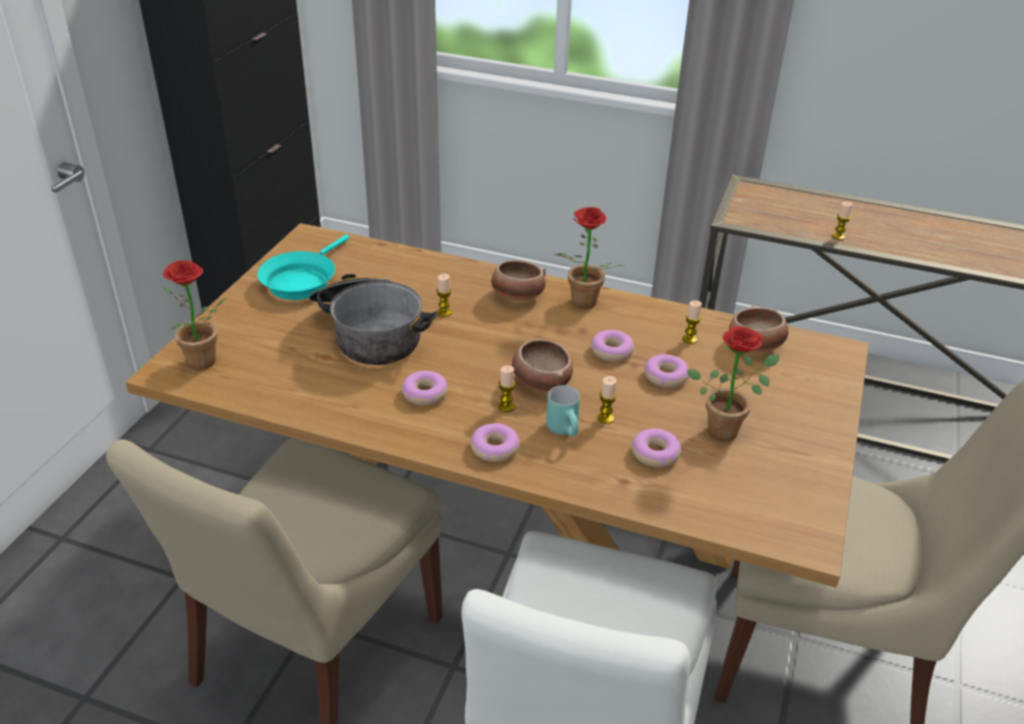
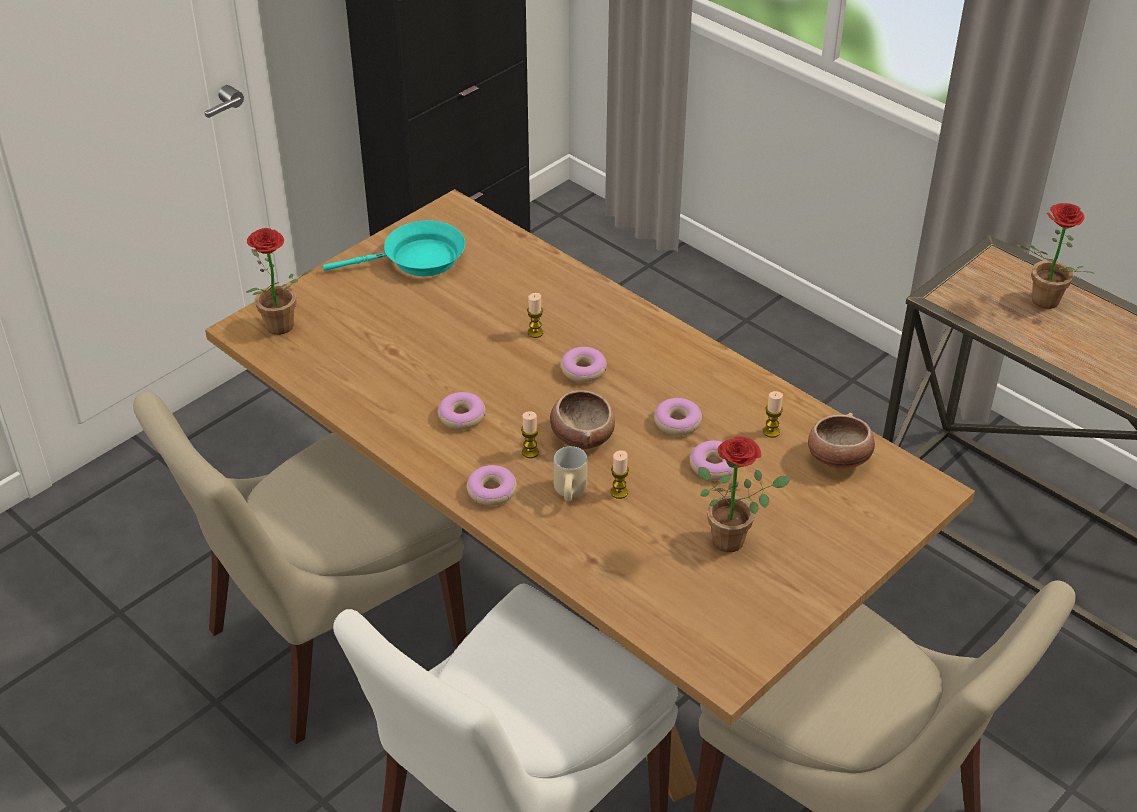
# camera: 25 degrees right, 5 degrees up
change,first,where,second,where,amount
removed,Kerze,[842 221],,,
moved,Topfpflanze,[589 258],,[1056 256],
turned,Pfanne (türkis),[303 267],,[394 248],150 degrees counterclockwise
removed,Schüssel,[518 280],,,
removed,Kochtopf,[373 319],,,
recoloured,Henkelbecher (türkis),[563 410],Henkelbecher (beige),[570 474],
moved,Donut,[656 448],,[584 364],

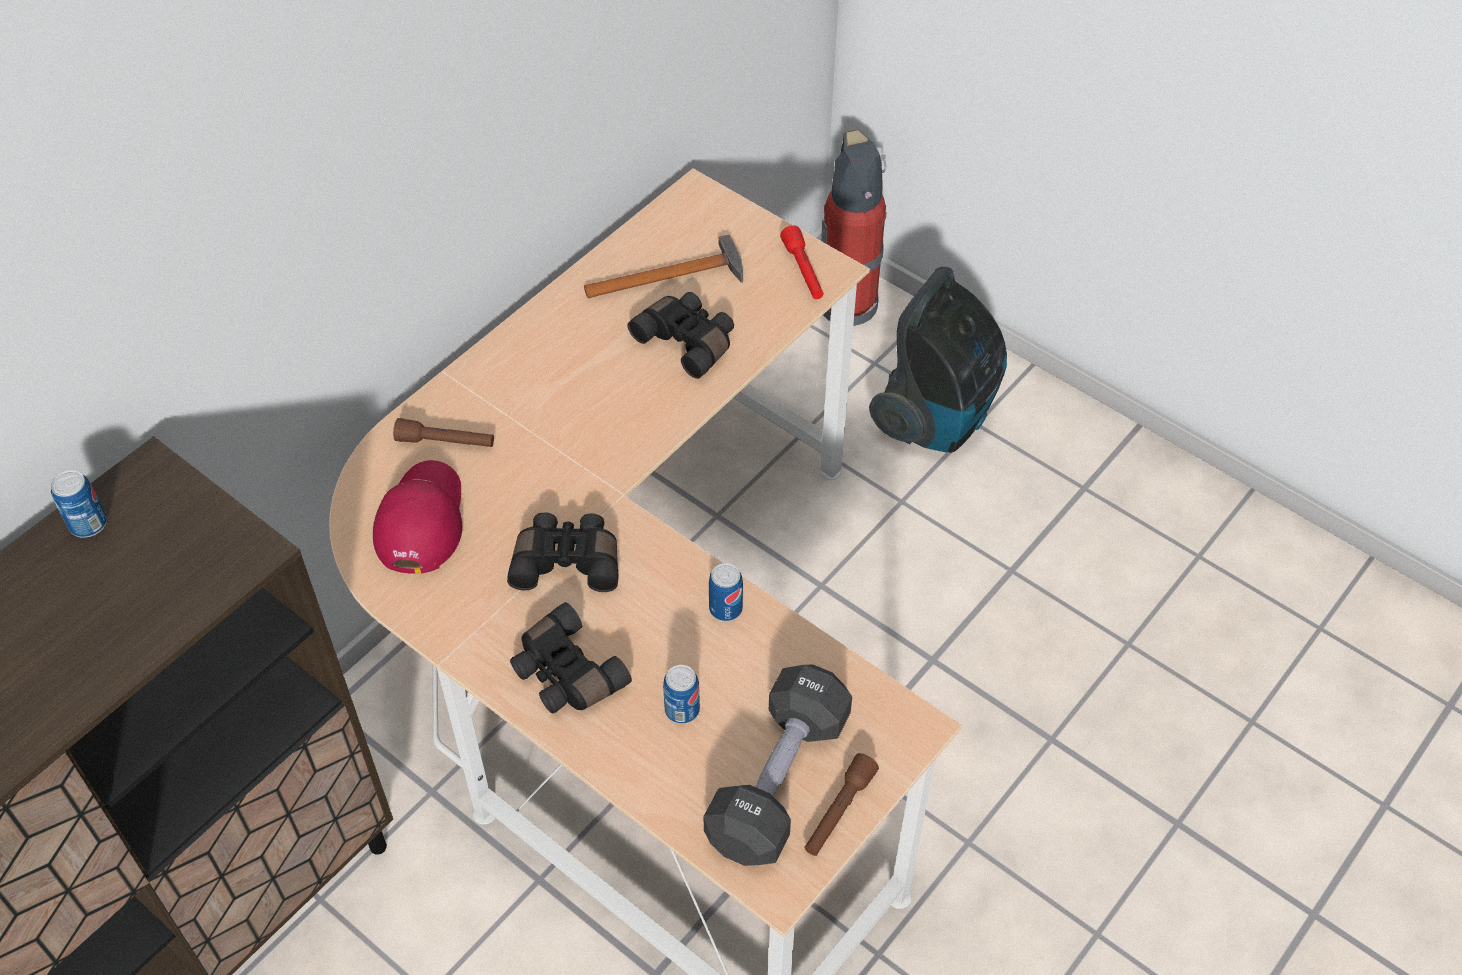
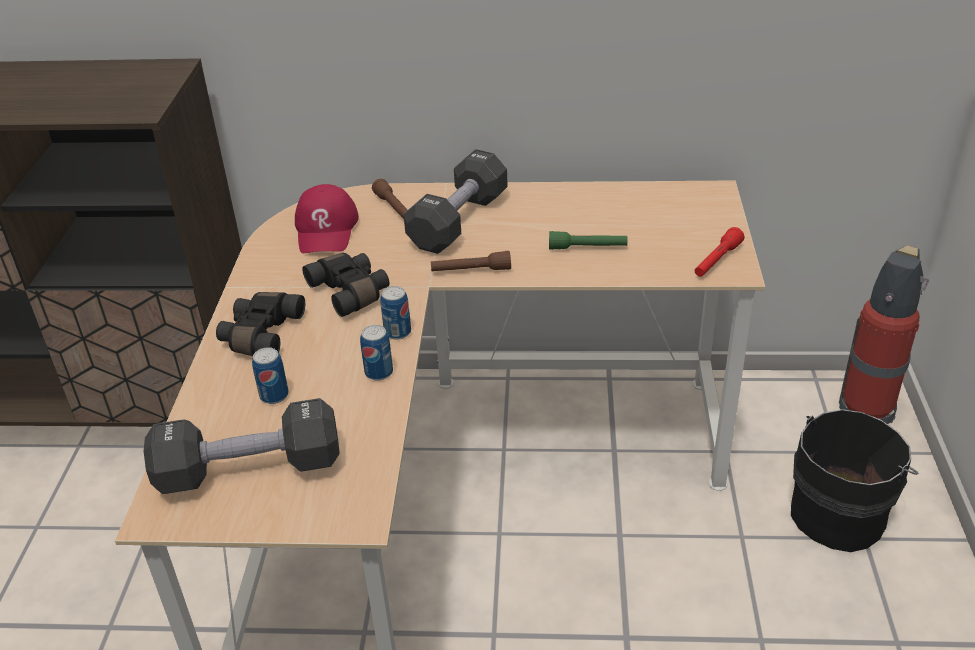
# camera: 55 degrees right, 15 degrees down
change,first,where,second,where,amount
removed,Hammer,[663 266],,,
replaced,Staubsauger,[938 360],Eimer (schwarz),[854 480],
replaced,Fernglas (schwarz),[680 335],Taschenlampe (grün),[588 240],
turned,Kappe (rot),[417 517],,[327 218],120 degrees clockwise
moved,Dose,[79 504],,[395 313],
moved,Taschenlampe (braun),[841 804],,[471 261],
added,,,Hantel (schwarz),[455 201],

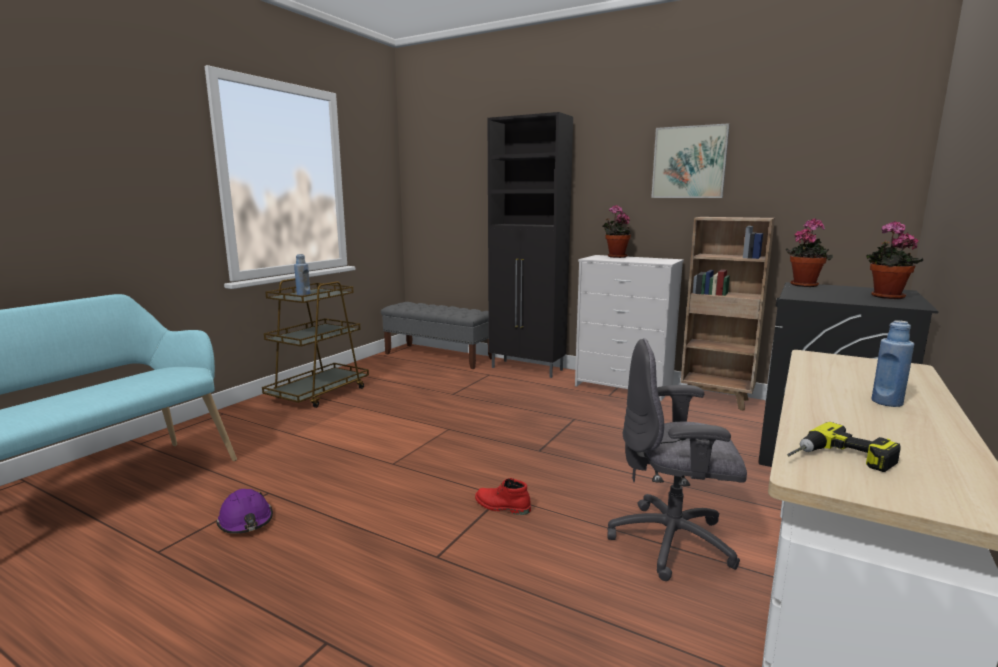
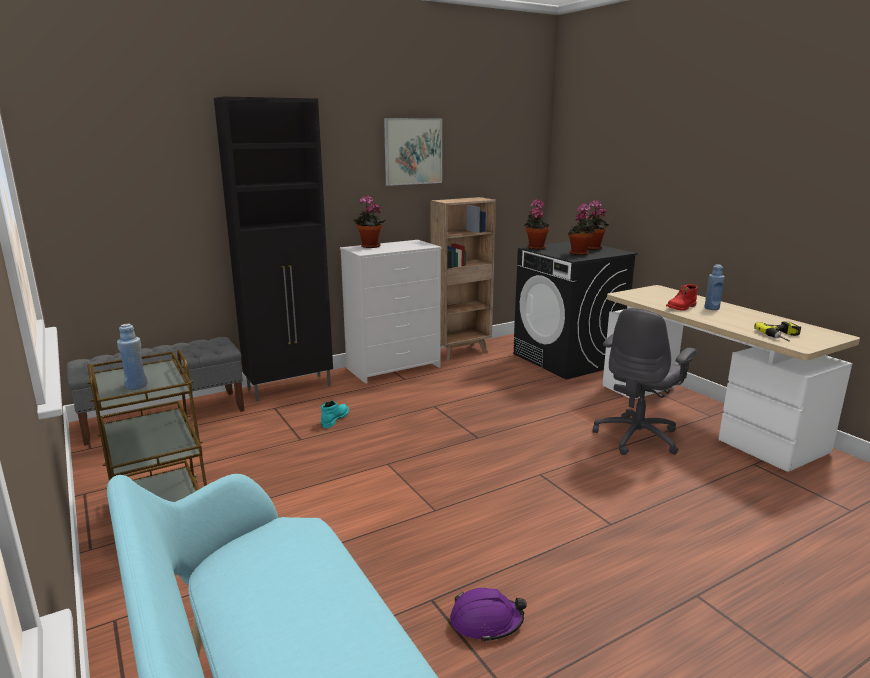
# camera: 60 degrees left, 5 degrees up
change,first,where,second,where,amount
moved,Stiefel (rot),[503 496],,[682 297],
added,,,Topfpflanze,[582 229],
added,,,Stiefel (türkis),[335 414],

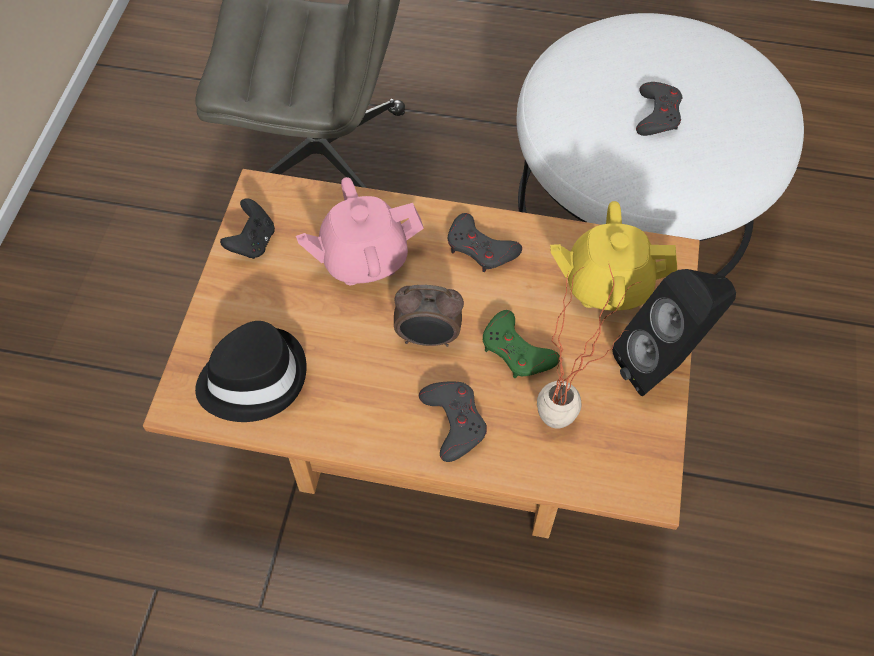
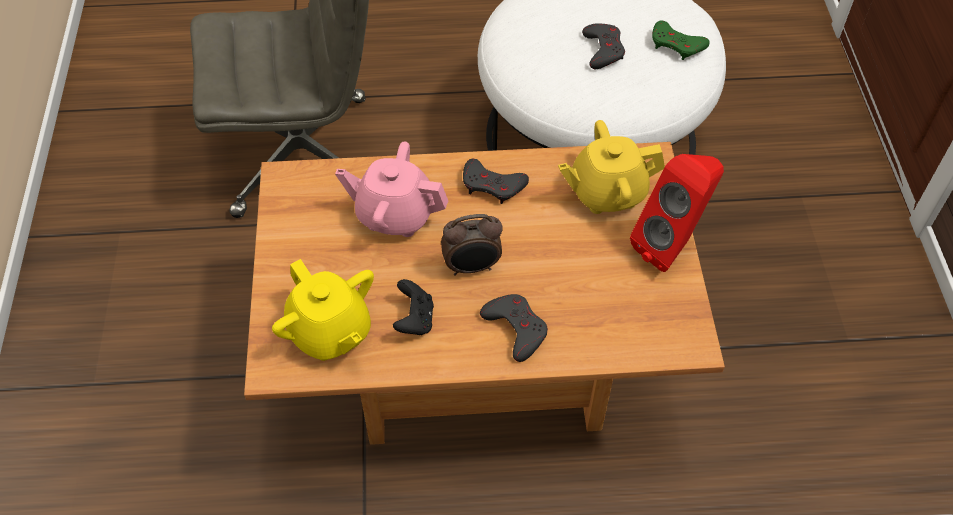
# camera: 15 degrees left, 5 degrees down
change,first,where,second,where,amount
turned,Teekanne (rosa),[360 231],,[391 189],45 degrees clockwise
moved,Gamepad (schwarz),[247 228],,[413 307],
removed,Topfpflanze,[588 345],,,
recoloured,Lautsprecher (schwarz),[674 332],Lautsprecher (rot),[677 213],
moved,Gamepad (grün),[521 344],,[681 40],
replaced,Hut (schwarz),[251 371],Teekanne (gelb),[323 310],

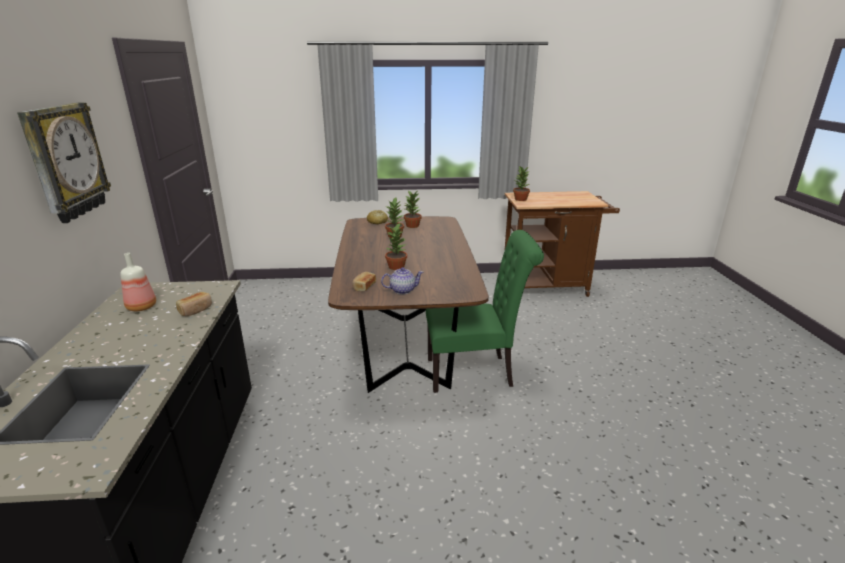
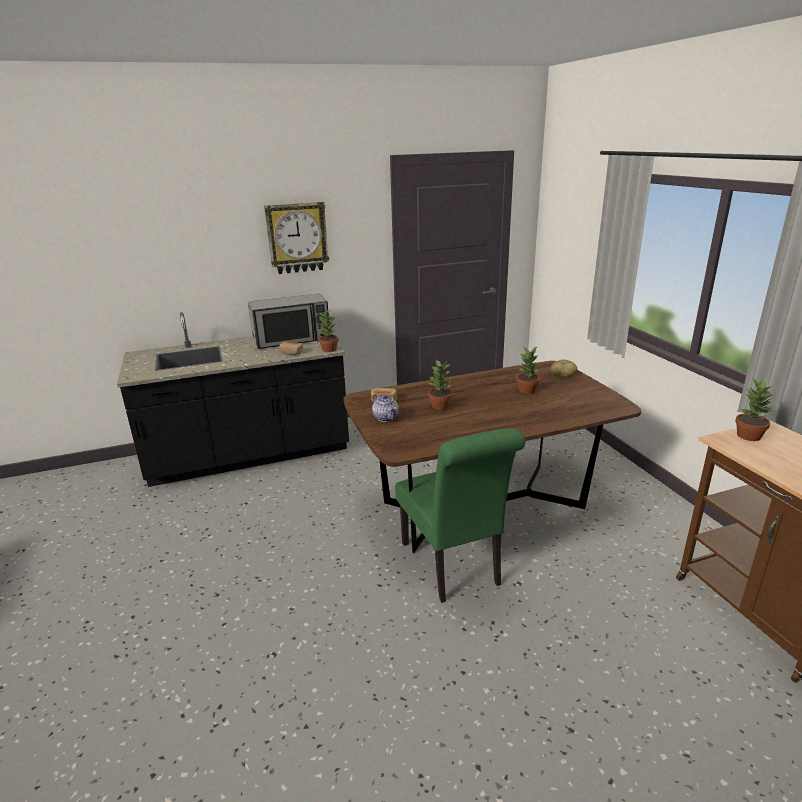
# camera: 75 degrees right, 0 degrees up
change,first,where,second,where,amount
moved,Topfpflanze,[413 209],,[328 331],
replaced,Flasche,[138 282],Mikrowelle,[289 321],

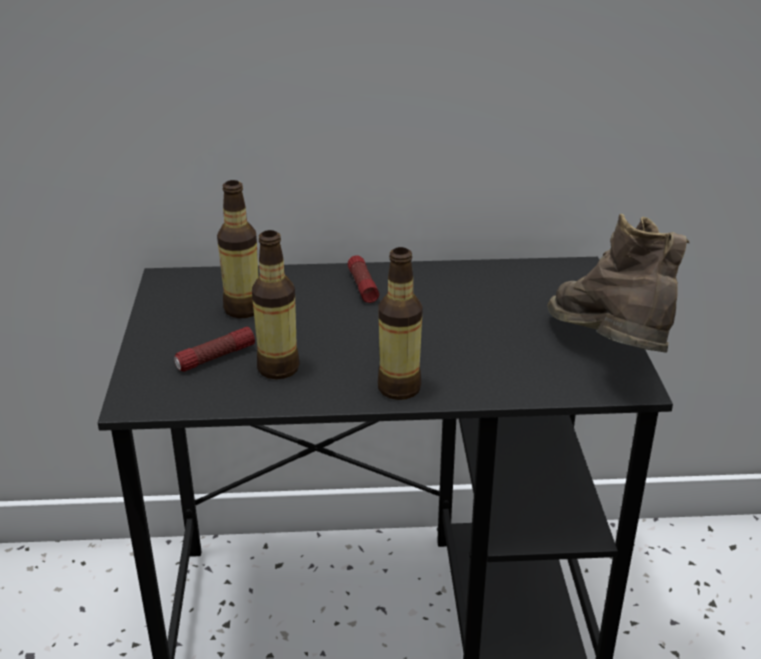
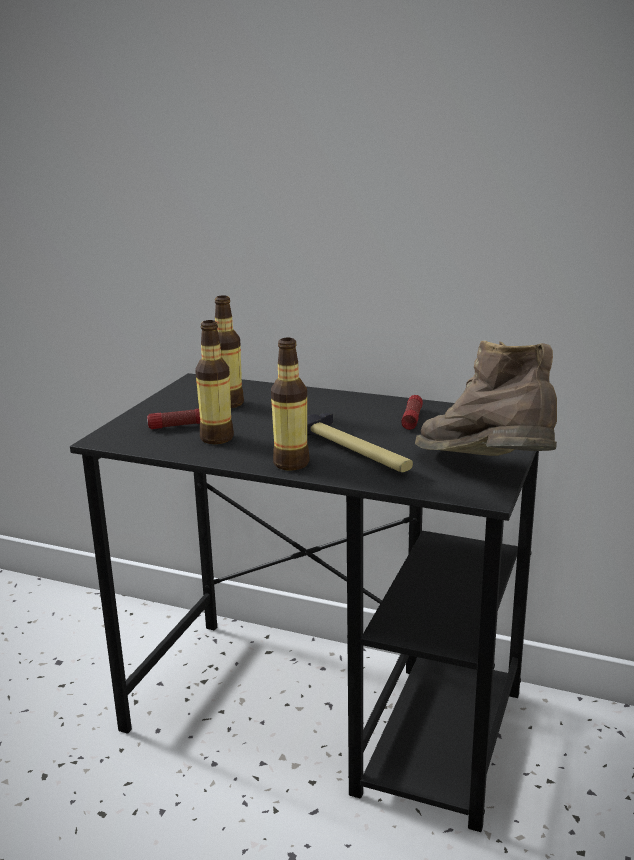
# camera: 25 degrees right, 10 degrees down
change,first,where,second,where,amount
turned,Stiefel (braun),[618 283],,[486 398],45 degrees counterclockwise
moved,Taschenlampe,[363 279],,[412 412],
added,,,Hammer,[360 442],

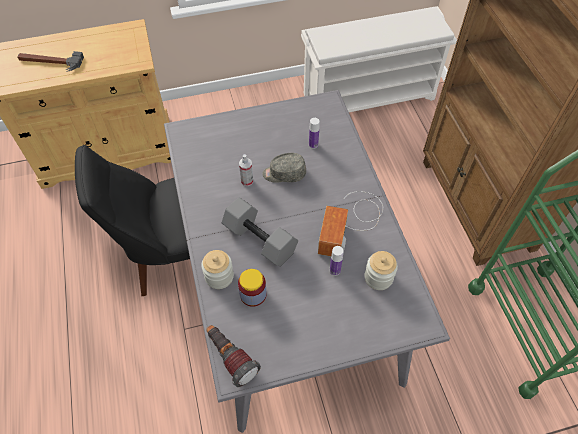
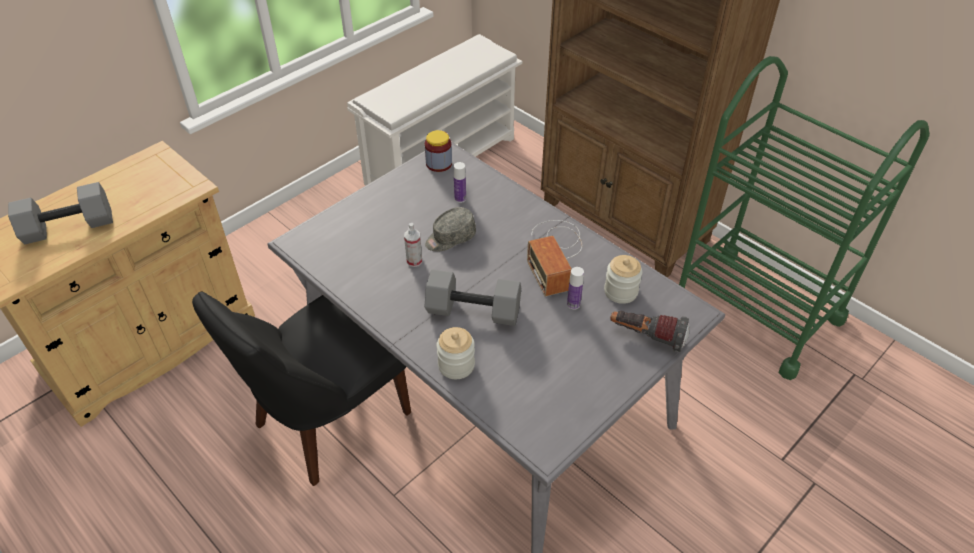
# camera: 30 degrees left, 10 degrees down
change,first,where,second,where,amount
replaced,Hammer,[50 61],Hantel (grau),[60 213],
moved,Vorratsglas,[252 288],,[438 151],
moved,Taschenlampe,[233 356],,[650 331],

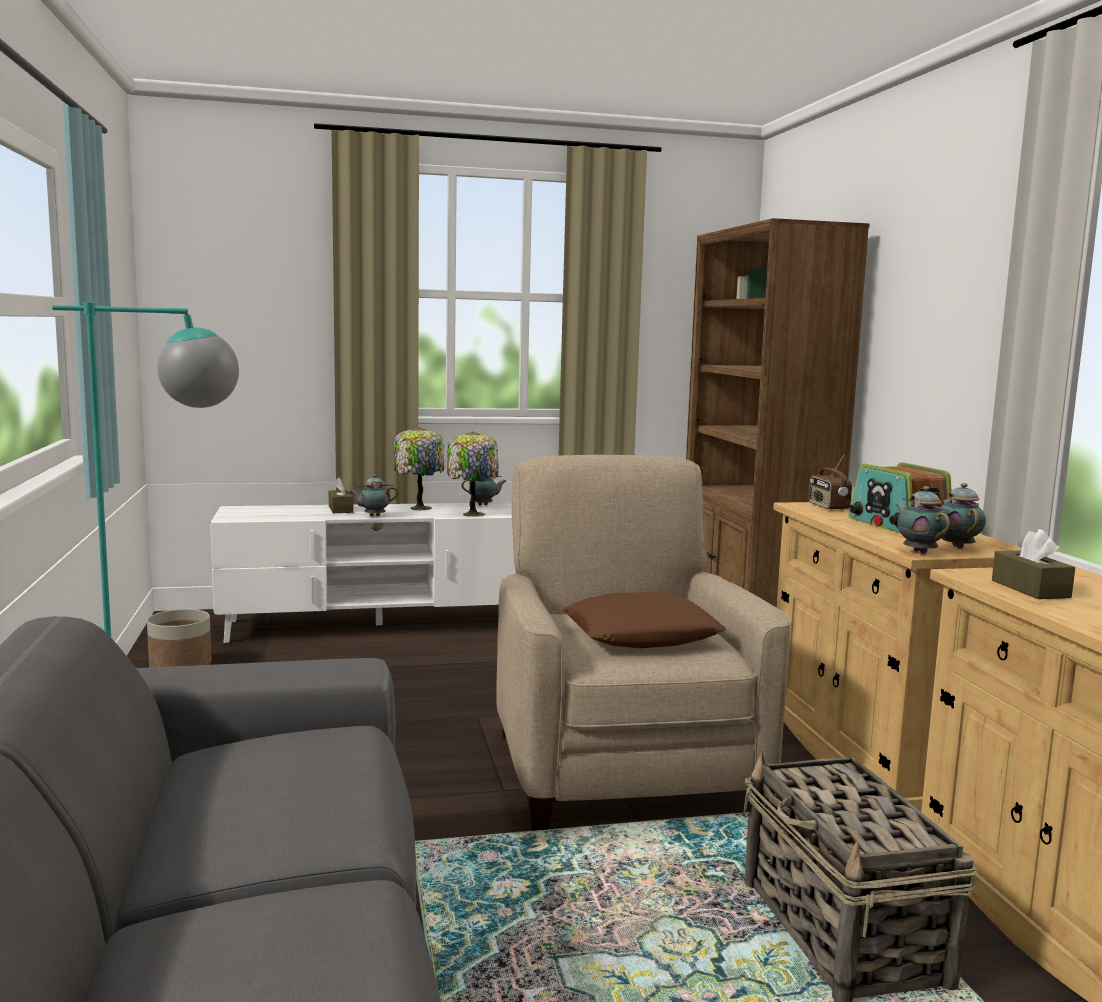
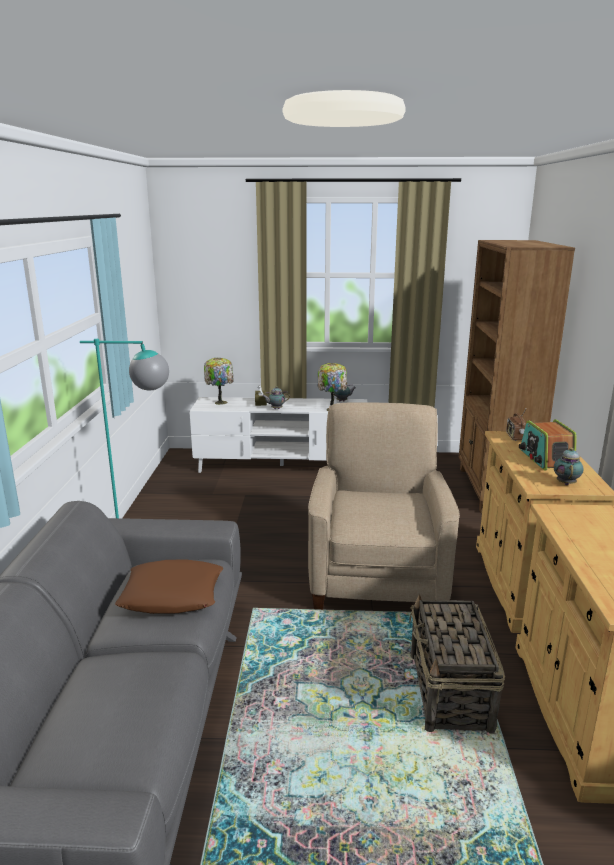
# camera: 15 degrees right, 10 degrees up
change,first,where,second,where,amount
moved,Tischlampe,[419 468],,[218 381],
removed,Teekanne,[923 520],,,
removed,Taschentuchbox (braun),[1033 564],,,
moved,Kissen (braun),[644 620],,[169 587],
removed,Pflanzkübel,[179 638],,,

